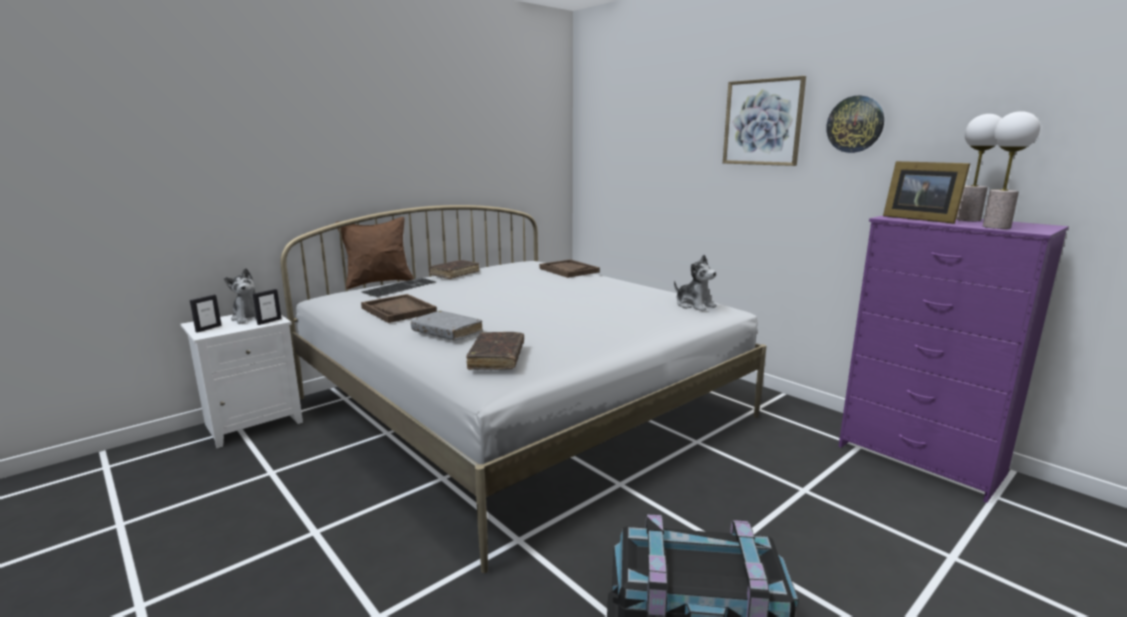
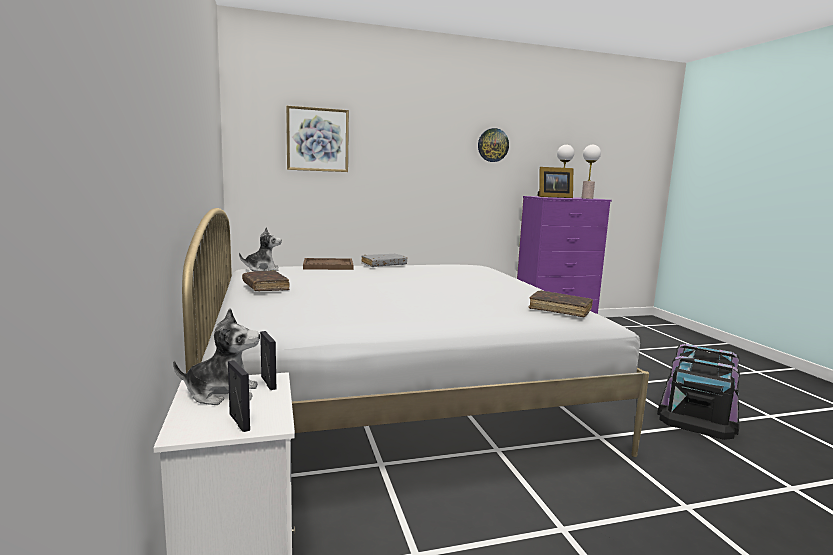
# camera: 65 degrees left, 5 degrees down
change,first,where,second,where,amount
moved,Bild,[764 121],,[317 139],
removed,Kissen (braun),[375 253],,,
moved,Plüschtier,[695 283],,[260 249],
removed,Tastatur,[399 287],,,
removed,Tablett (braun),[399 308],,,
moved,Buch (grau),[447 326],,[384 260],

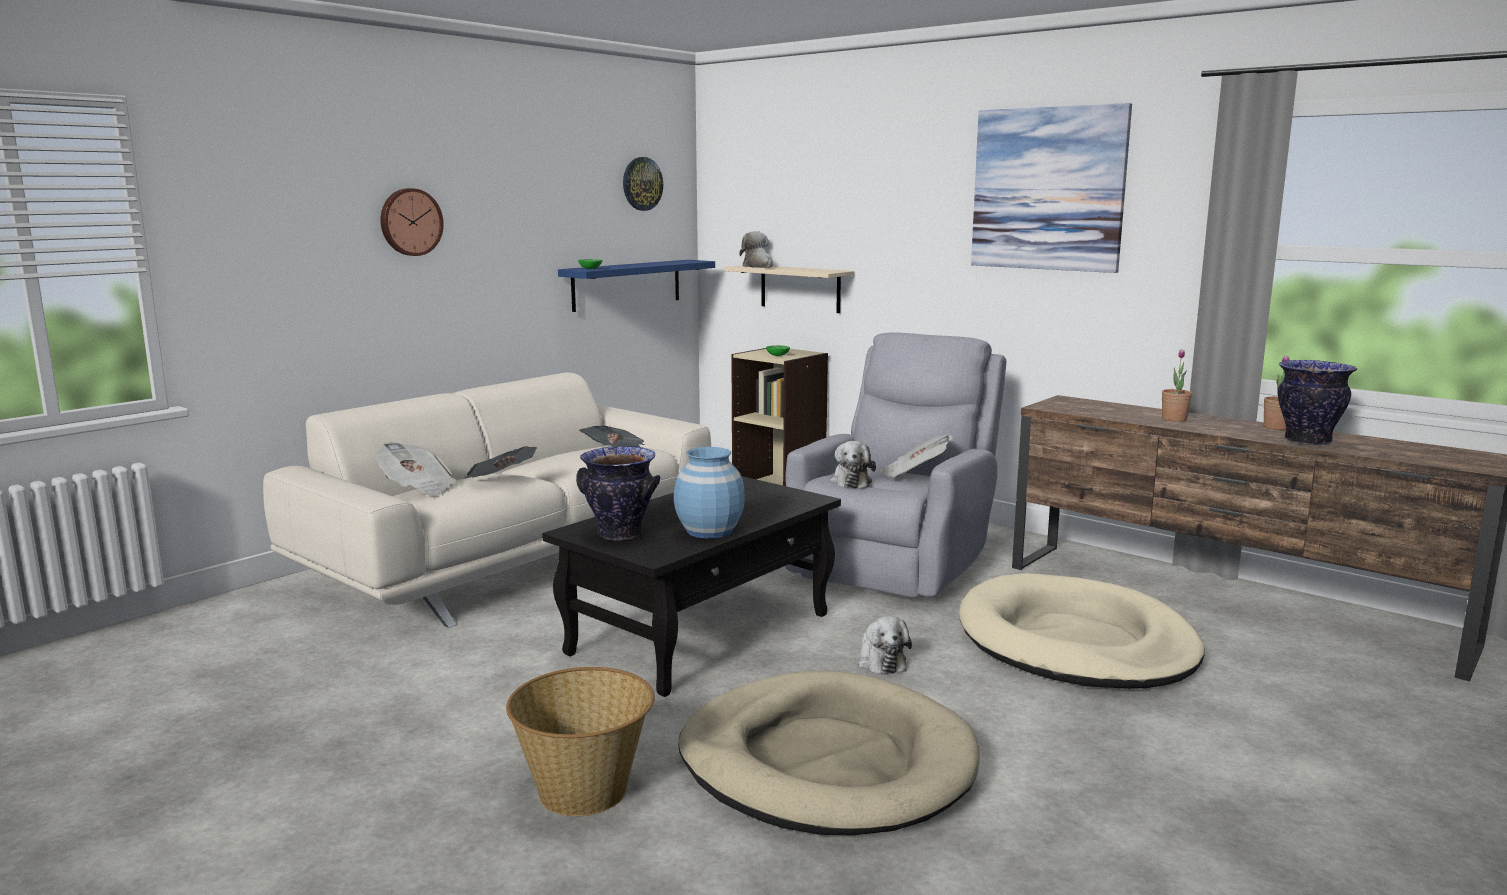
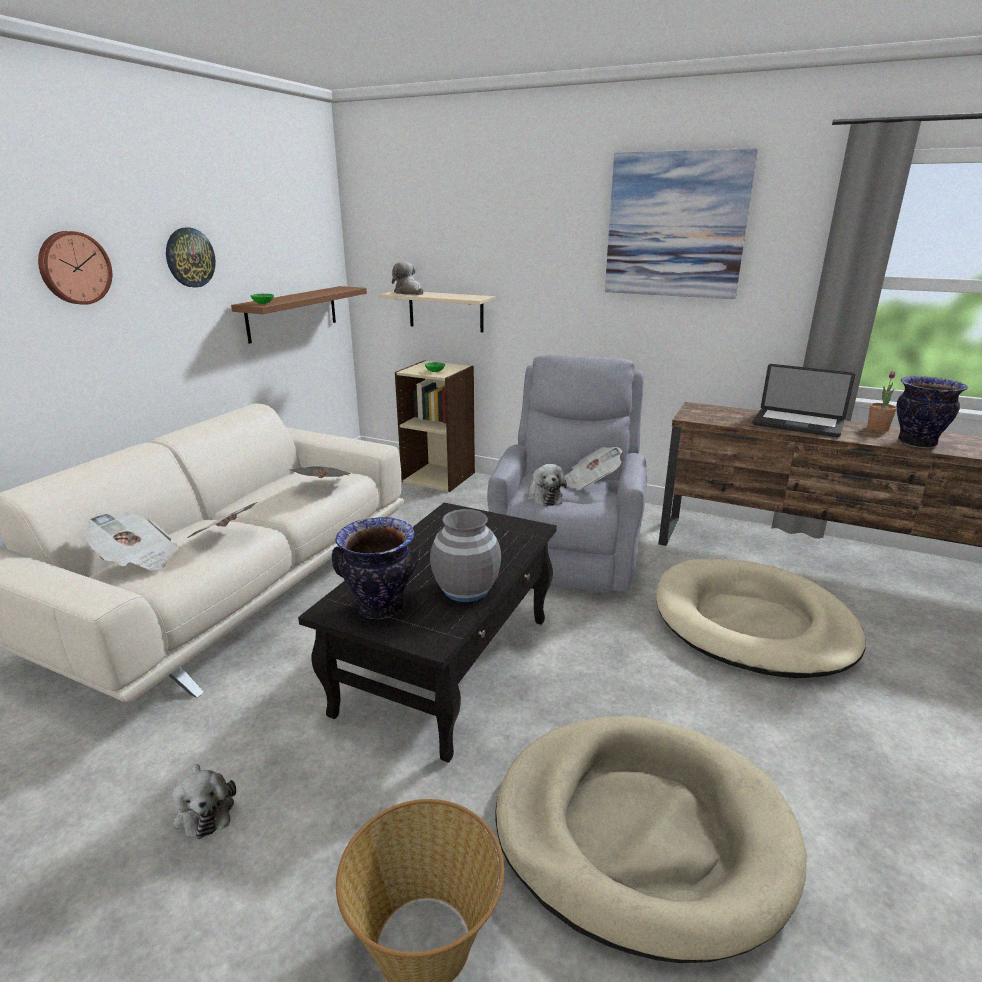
# camera: 15 degrees left, 10 degrees up
change,first,where,second,where,amount
moved,Wanduhr,[643 184],,[191 258],
recoloured,Wandregal (blau),[636 286],Wandregal (braun),[299 315],
replaced,Topfpflanze,[1177 385],Laptop,[803 400],
recoloured,Vase (blau),[709 492],Vase (grau),[465 555],
moved,Plüschtier,[885 645],,[204 801],

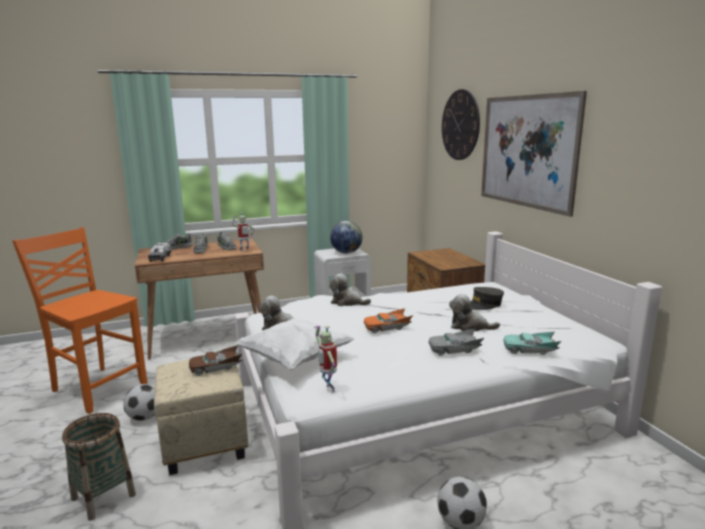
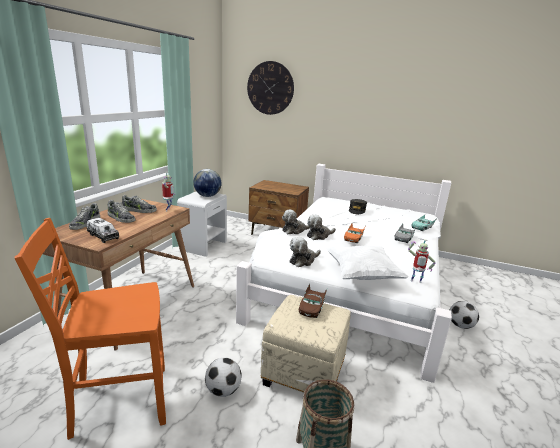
# camera: 50 degrees left, 5 degrees up
change,first,where,second,where,amount
removed,Bild,[534 154],,,
moved,Plüschtier,[474 312],,[321 227],

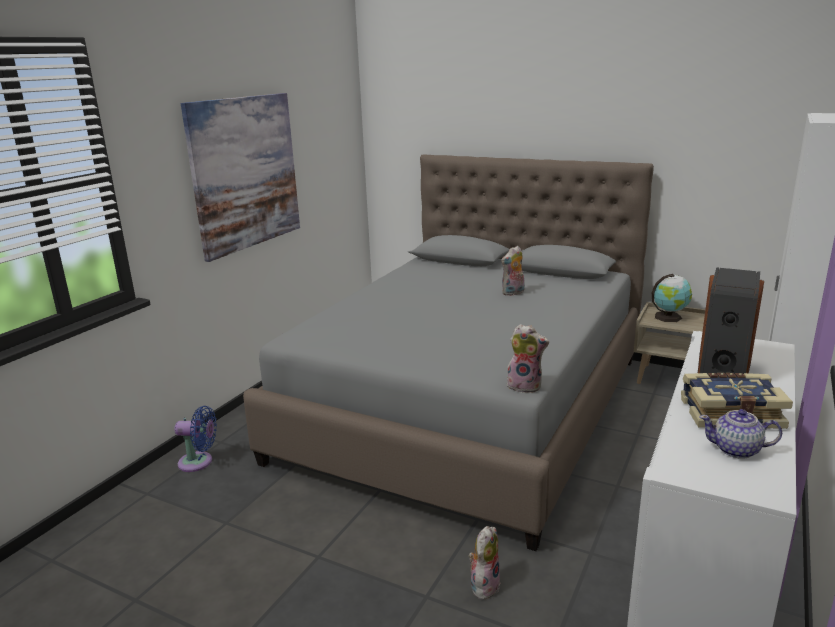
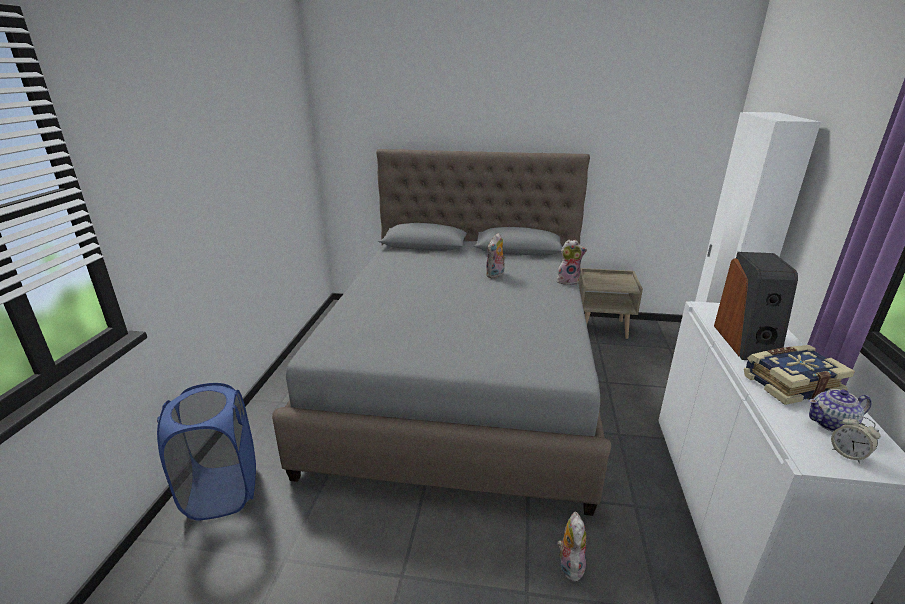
# camera: 20 degrees left, 5 degrees up
change,first,where,second,where,amount
removed,Bild,[240 177],,,
removed,Globus,[672 298],,,
moved,Plüschtier,[528 358],,[572 262],
replaced,Ventilator (blau),[195 439],Wäschekorb (blau),[206 451],
added,,,Wecker,[856 439],

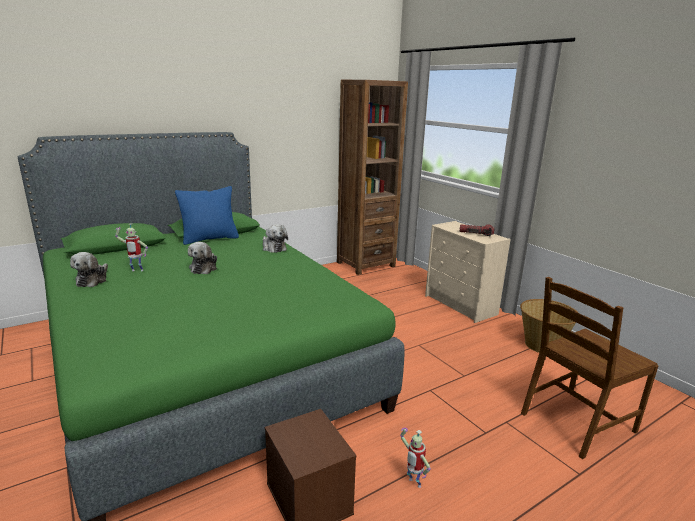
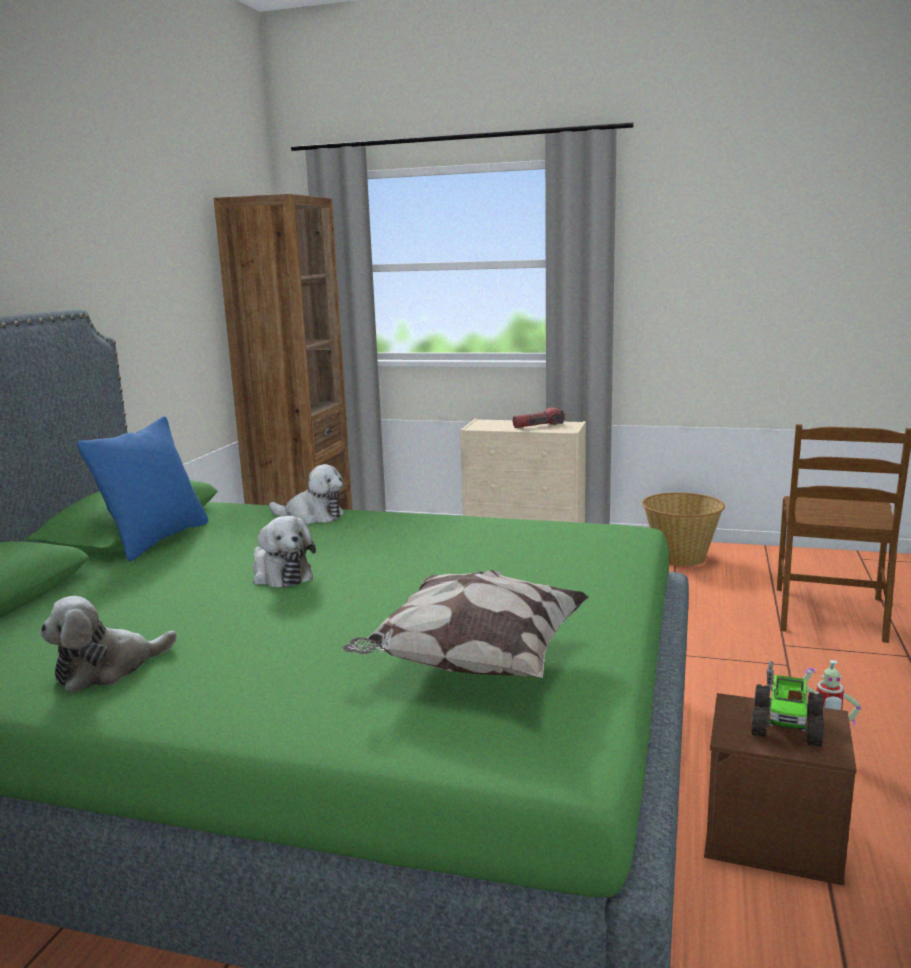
# camera: 40 degrees left, 5 degrees down
change,first,where,second,where,amount
removed,Spielzeugroboter,[131 247],,,
turned,Plüschtier,[89 269],,[108 644],90 degrees clockwise
added,,,Kissen,[466 624],
added,,,Spielzeuglaster,[787 704],

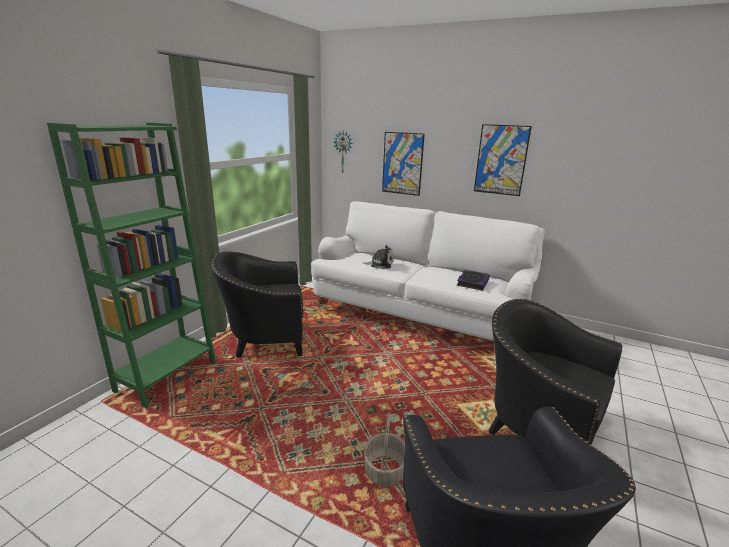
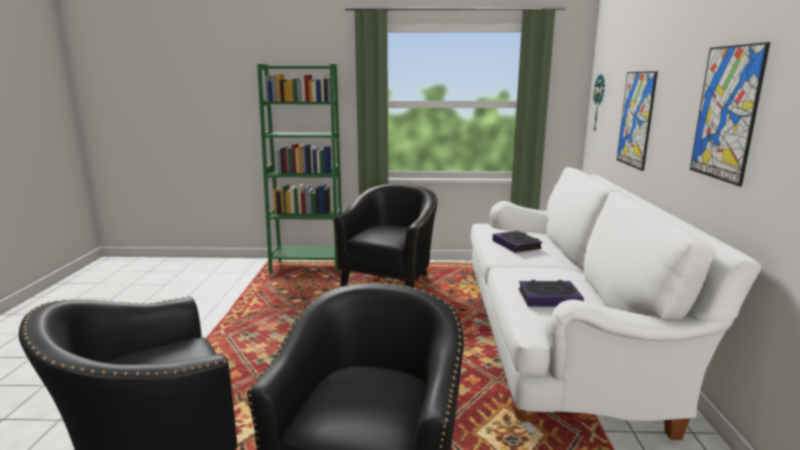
# camera: 65 degrees right, 5 degrees down
change,first,where,second,where,amount
replaced,Plüschtier,[378 257],Buch,[517 242],
turned,Sessel (schwarz),[257 304],,[385 235],60 degrees clockwise
removed,Korb,[384 449],,,

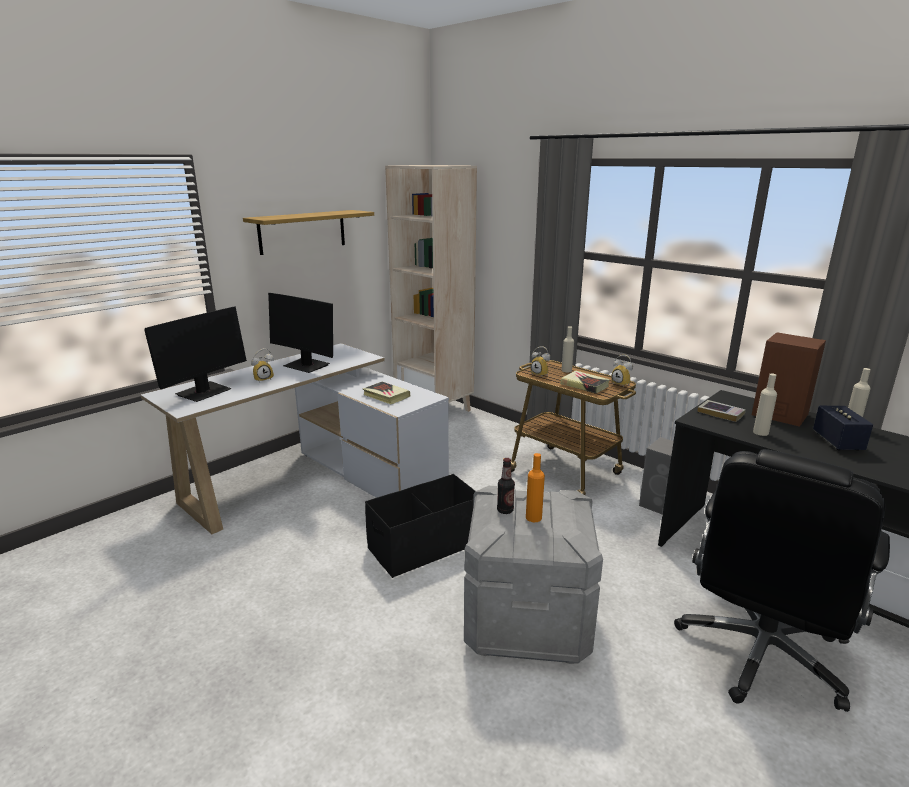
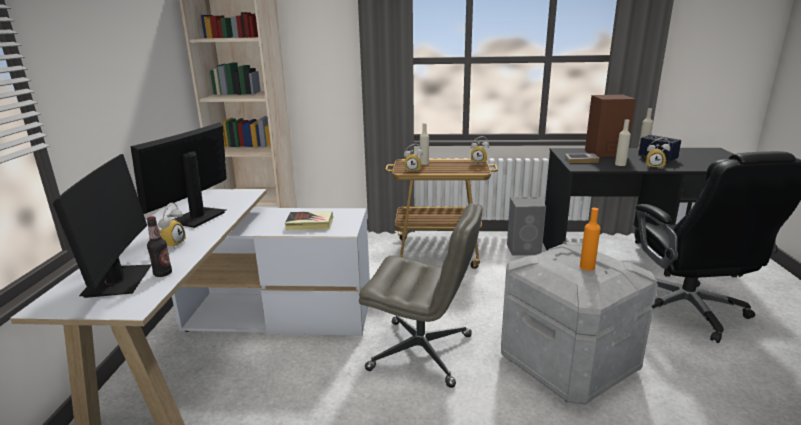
# camera: 40 degrees left, 0 degrees up
change,first,where,second,where,amount
removed,Wandregal,[308 232],,,
turned,Monitor,[300 333],,[179 175],120 degrees clockwise
removed,Buch,[585 381],,,
moved,Flasche,[506 486],,[159 246],
replaced,Aufbewahrungsbox (schwarz),[420 526],Bürostuhl (grau),[420 295],
added,,,Wecker,[658 152],

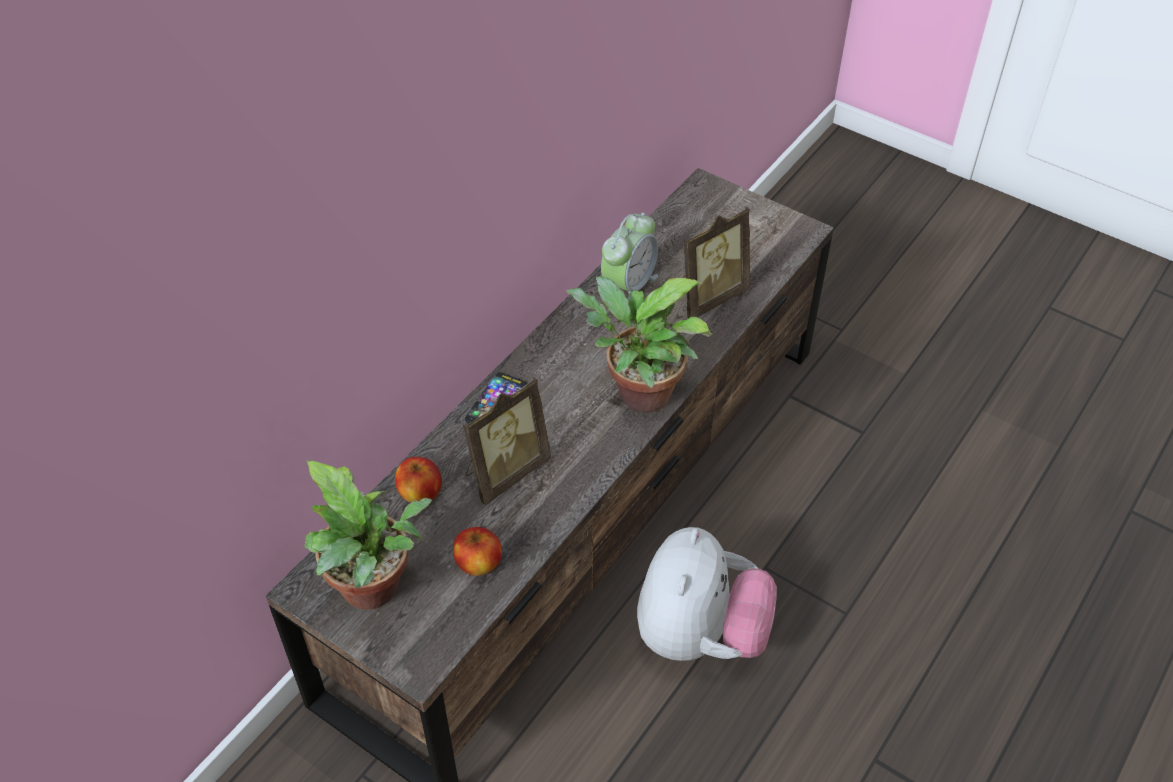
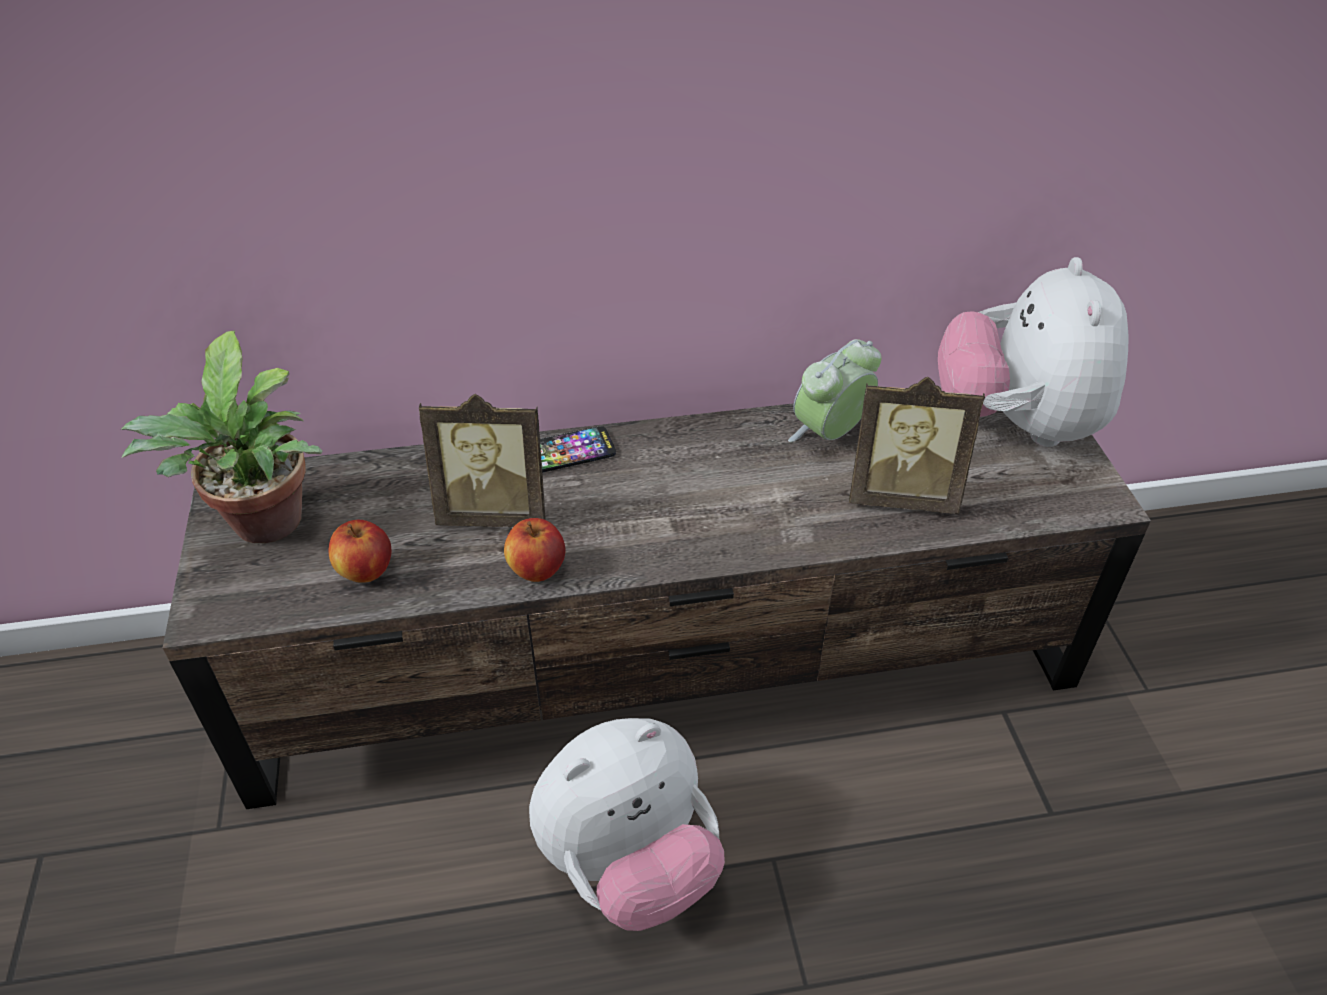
# camera: 45 degrees right, 5 degrees down
change,first,where,second,where,amount
turned,Wecker,[629 252],,[834 390],150 degrees clockwise
removed,Topfpflanze,[639 344],,,
moved,Apfel,[418 480],,[534 550],
added,,,Plüschtier,[1033 352],

